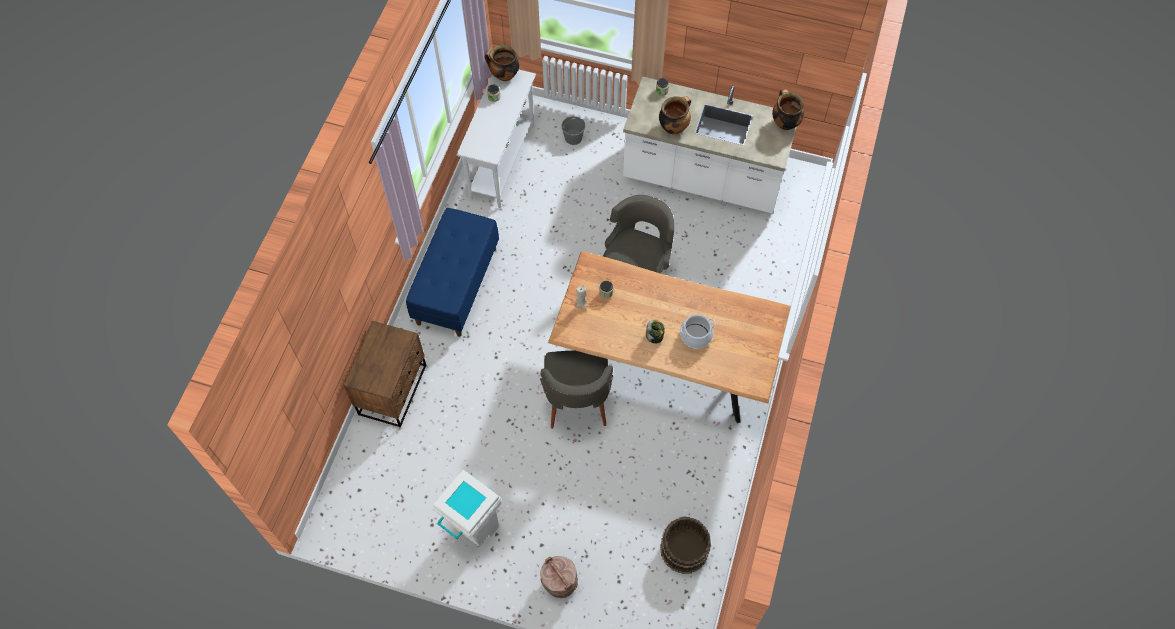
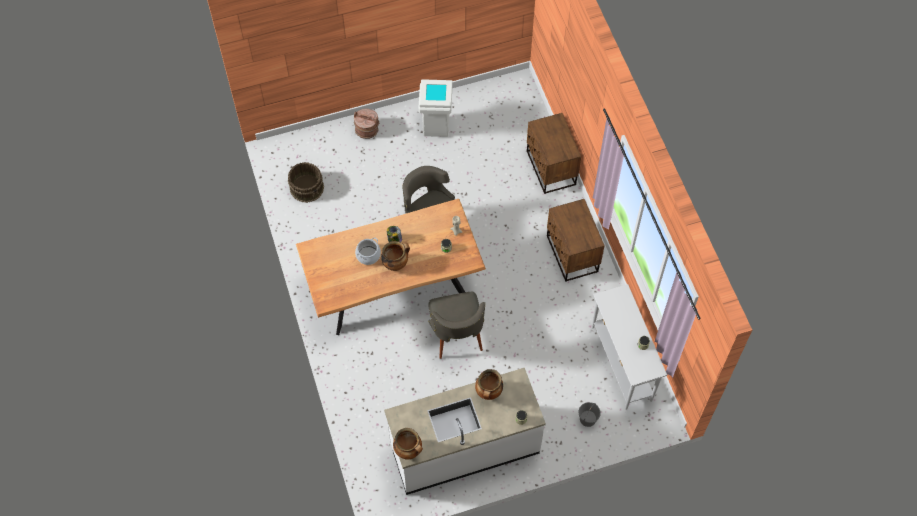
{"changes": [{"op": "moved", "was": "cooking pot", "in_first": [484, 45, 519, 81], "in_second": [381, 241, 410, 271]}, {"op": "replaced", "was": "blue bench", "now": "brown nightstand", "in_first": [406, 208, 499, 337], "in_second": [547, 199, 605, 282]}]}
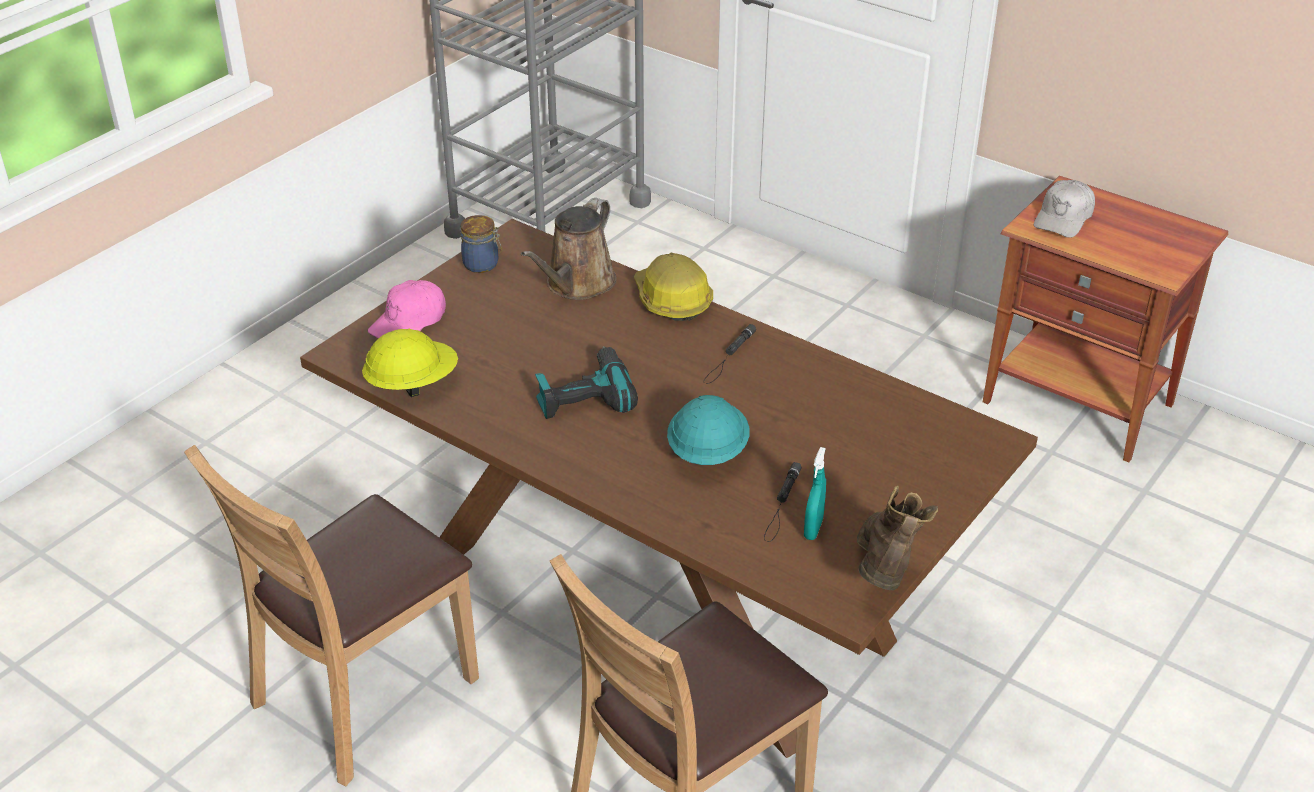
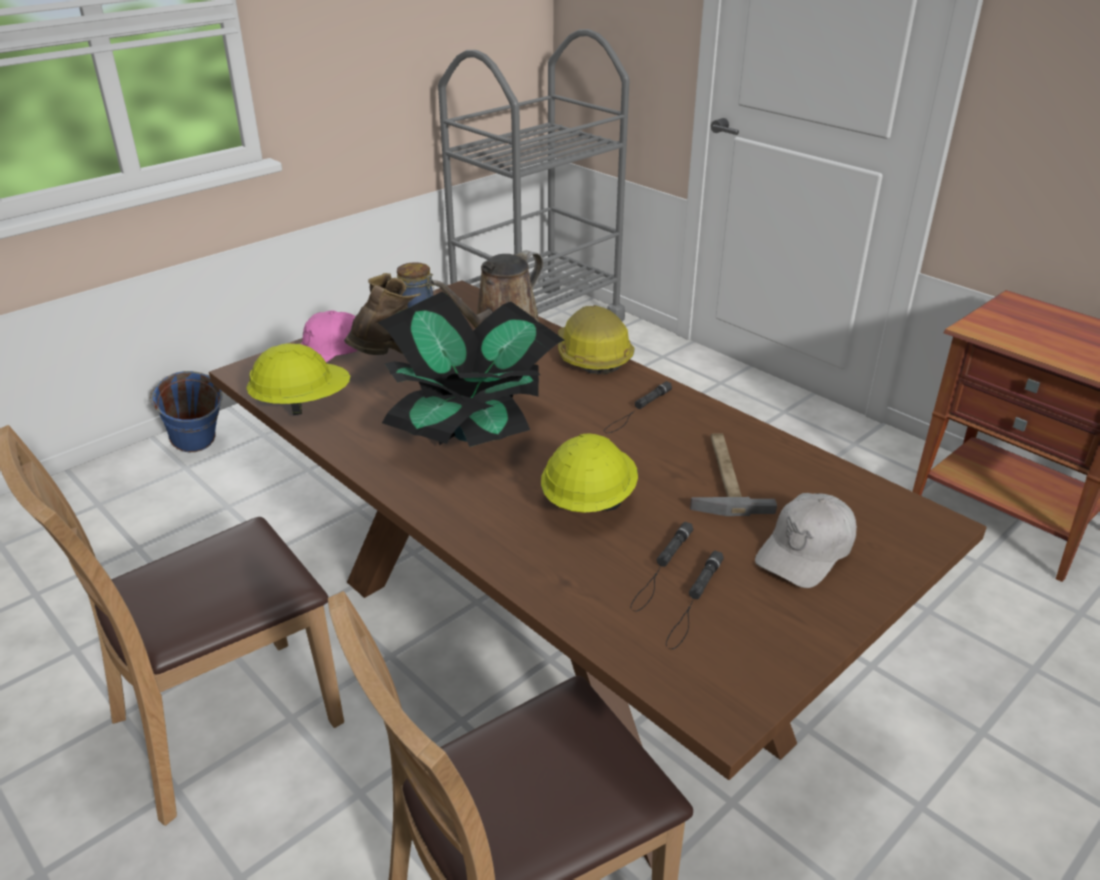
{"changes": [{"op": "added", "now": "blue bucket", "in_second": [149, 371, 223, 452]}, {"op": "added", "now": "hammer", "in_second": [690, 433, 777, 516]}, {"op": "moved", "was": "brown boot", "in_first": [857, 486, 938, 590], "in_second": [344, 273, 421, 355]}, {"op": "moved", "was": "white cap", "in_first": [1034, 180, 1095, 238], "in_second": [755, 493, 857, 588]}, {"op": "replaced", "was": "power drill", "now": "potted plant", "in_first": [535, 346, 638, 419], "in_second": [378, 291, 564, 447]}, {"op": "replaced", "was": "turquoise spray bottle", "now": "black flashlight", "in_first": [804, 447, 826, 540], "in_second": [666, 550, 724, 649]}, {"op": "recoloured", "was": "turquoise hard hat", "now": "yellow hard hat", "in_first": [667, 395, 750, 465], "in_second": [541, 433, 638, 513]}]}
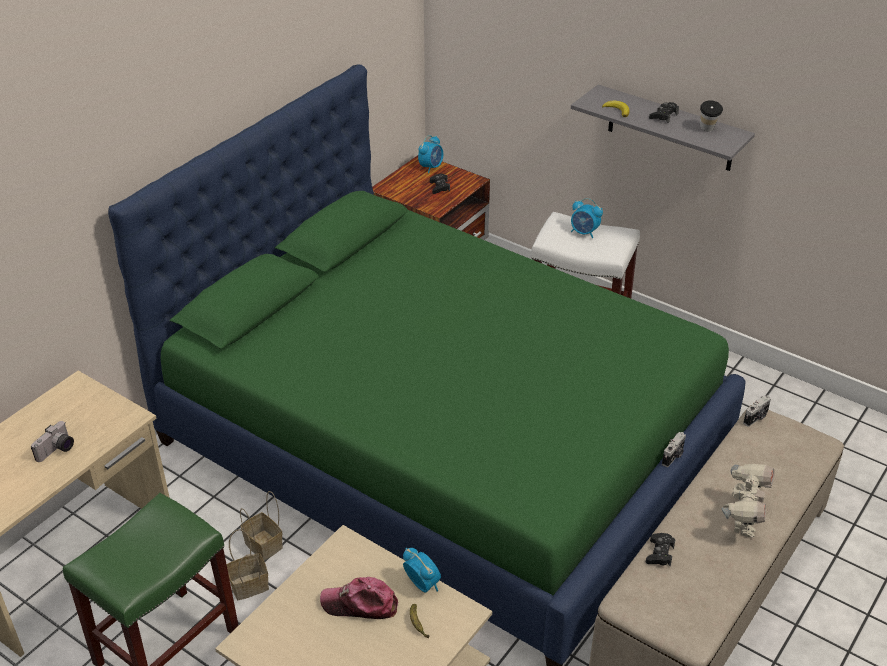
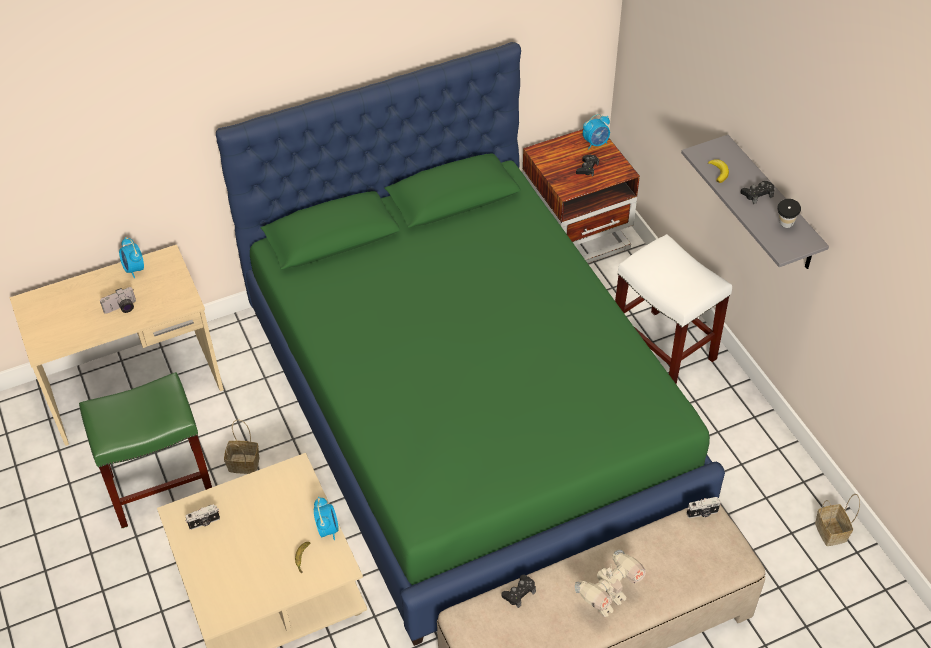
{"changes": [{"op": "removed", "was": "cap", "in_first": [320, 577, 398, 619]}, {"op": "moved", "was": "basket", "in_first": [240, 491, 283, 560], "in_second": [815, 494, 860, 546]}, {"op": "moved", "was": "alarm clock", "in_first": [571, 198, 603, 238], "in_second": [119, 237, 144, 278]}, {"op": "moved", "was": "photo camera", "in_first": [662, 432, 686, 467], "in_second": [185, 504, 220, 530]}]}
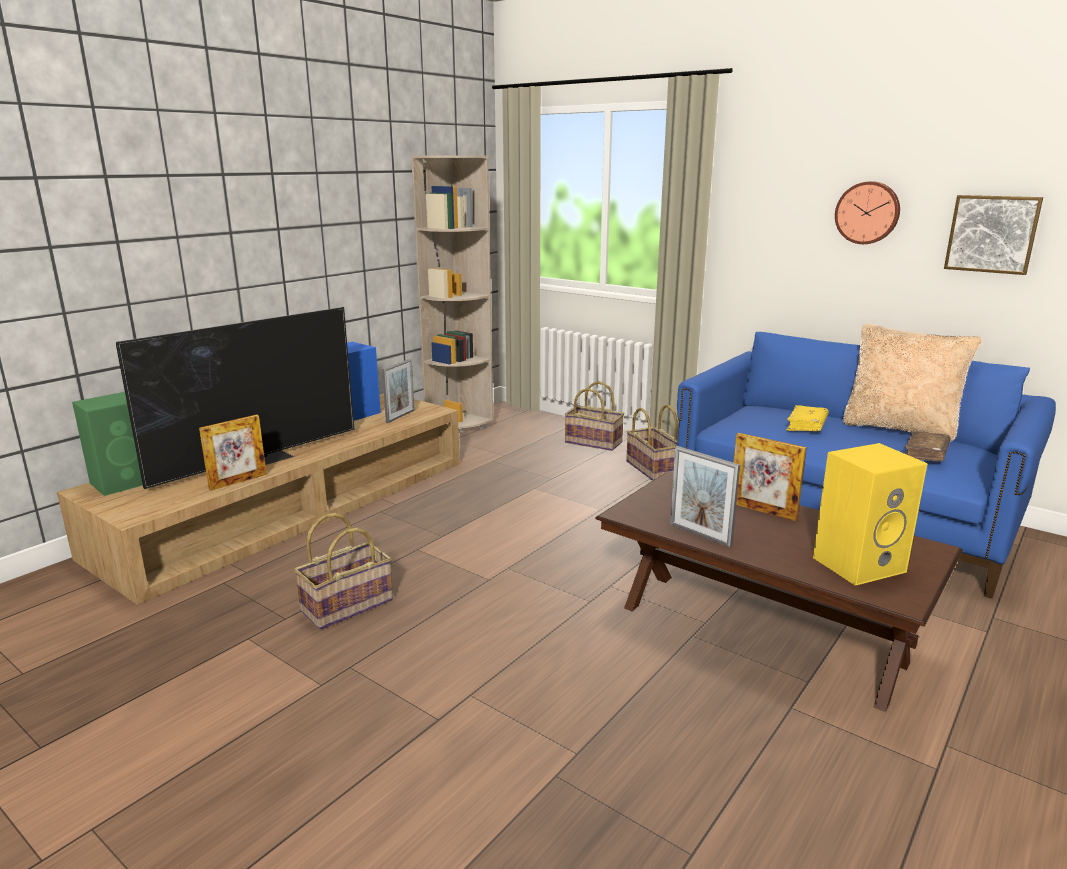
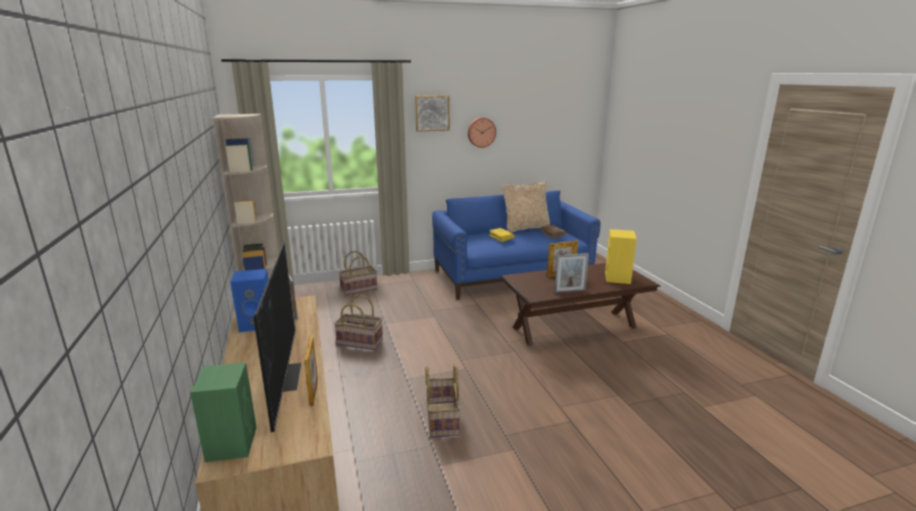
{"changes": [{"op": "moved", "was": "basket", "in_first": [626, 404, 678, 481], "in_second": [334, 294, 383, 350]}, {"op": "moved", "was": "picture", "in_first": [944, 195, 1043, 275], "in_second": [415, 95, 450, 132]}]}
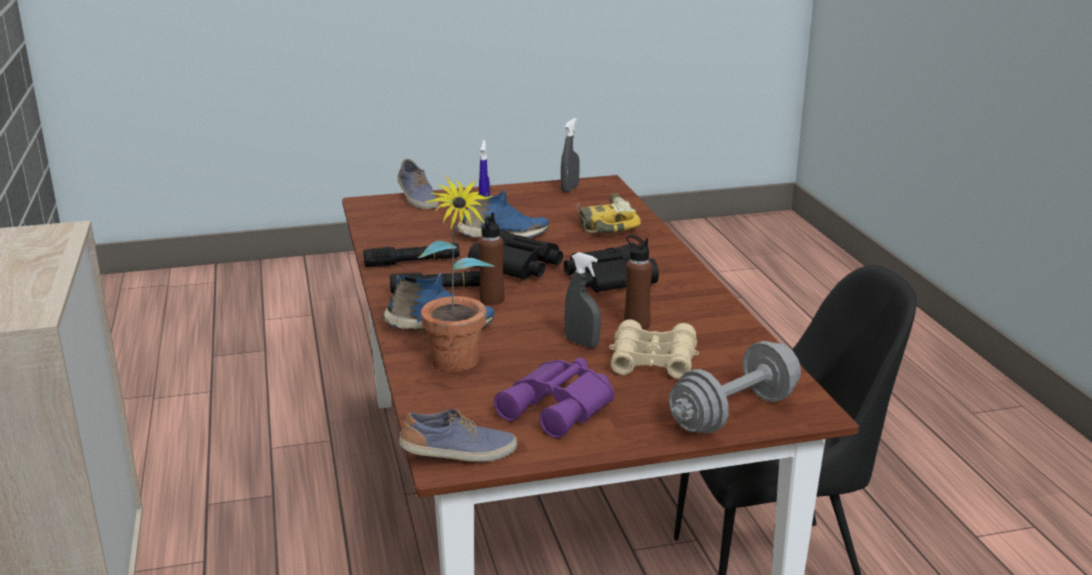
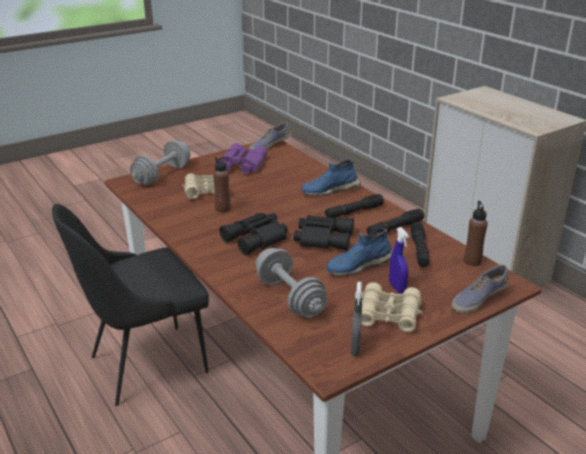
{"changes": [{"op": "removed", "was": "potted plant", "in_first": [417, 175, 494, 372]}, {"op": "removed", "was": "grey spray bottle", "in_first": [564, 252, 601, 348]}, {"op": "added", "now": "beige binoculars", "in_second": [362, 282, 422, 332]}, {"op": "added", "now": "black flashlight", "in_second": [411, 222, 429, 268]}, {"op": "moved", "was": "brown bottle", "in_first": [478, 212, 505, 305], "in_second": [464, 201, 488, 266]}, {"op": "replaced", "was": "power drill", "now": "grey dumbbell", "in_first": [576, 193, 641, 233], "in_second": [256, 248, 328, 318]}, {"op": "turned", "was": "shoe", "in_first": [397, 159, 439, 209], "in_second": [452, 264, 509, 313], "clockwise": -75}]}
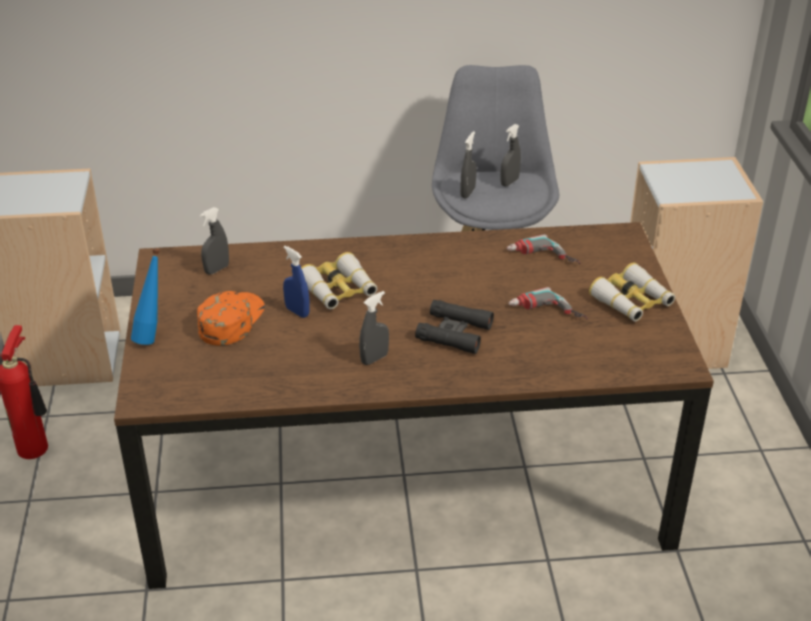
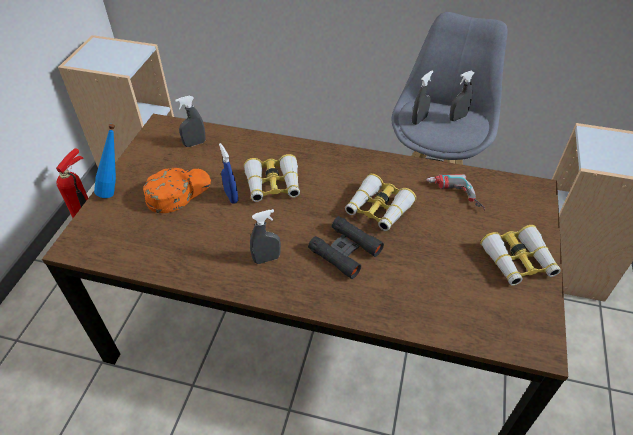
{"changes": [{"op": "removed", "was": "power drill", "in_first": [508, 287, 588, 319]}, {"op": "added", "now": "binoculars", "in_second": [345, 174, 416, 231]}]}
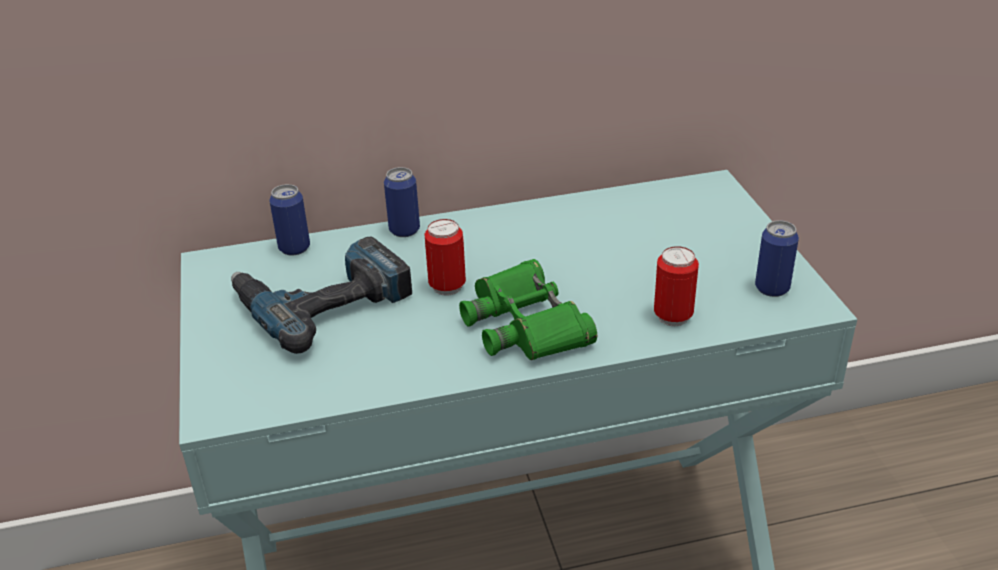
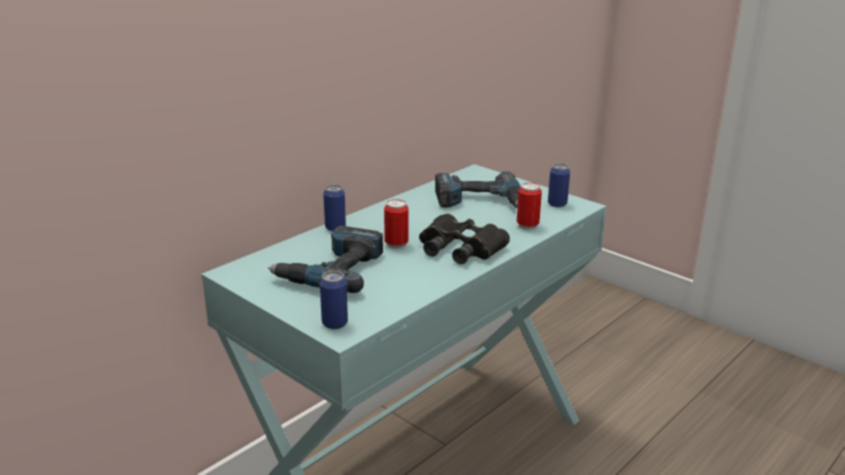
{"changes": [{"op": "added", "now": "power drill", "in_second": [435, 171, 521, 208]}, {"op": "moved", "was": "can", "in_first": [269, 184, 310, 255], "in_second": [320, 271, 348, 329]}, {"op": "recoloured", "was": "green binoculars", "now": "black binoculars", "in_first": [459, 259, 597, 360], "in_second": [419, 214, 510, 264]}]}
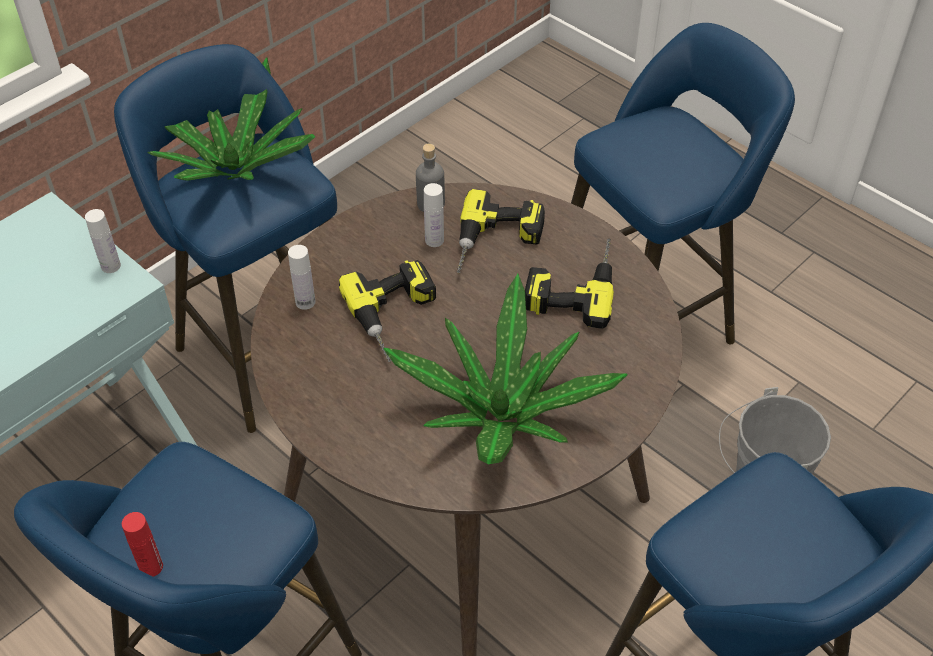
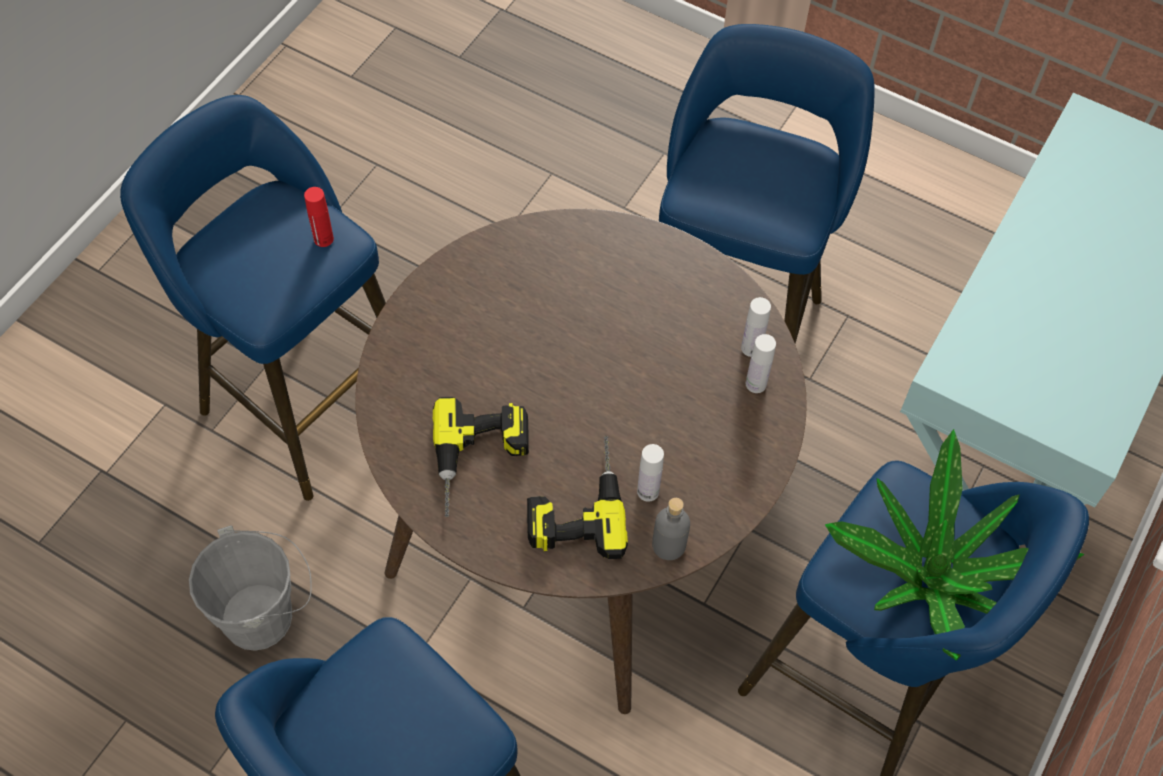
{"changes": [{"op": "removed", "was": "power drill", "in_first": [339, 260, 436, 362]}, {"op": "removed", "was": "potted plant", "in_first": [383, 274, 628, 464]}, {"op": "moved", "was": "white bottle", "in_first": [85, 209, 121, 273], "in_second": [741, 297, 771, 357]}, {"op": "moved", "was": "red bottle", "in_first": [122, 512, 163, 577], "in_second": [304, 187, 334, 247]}]}
